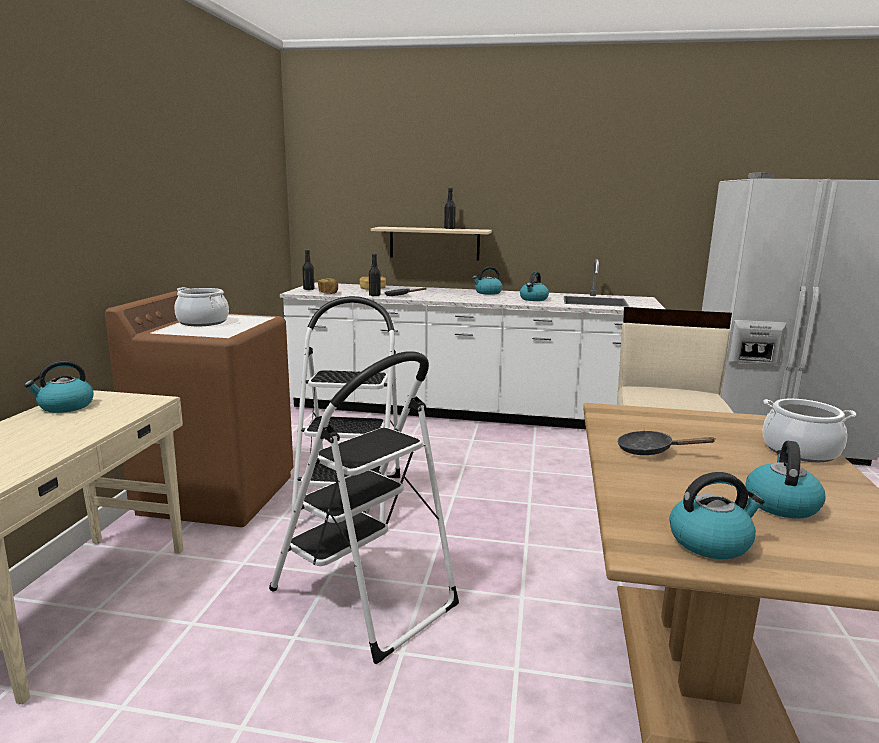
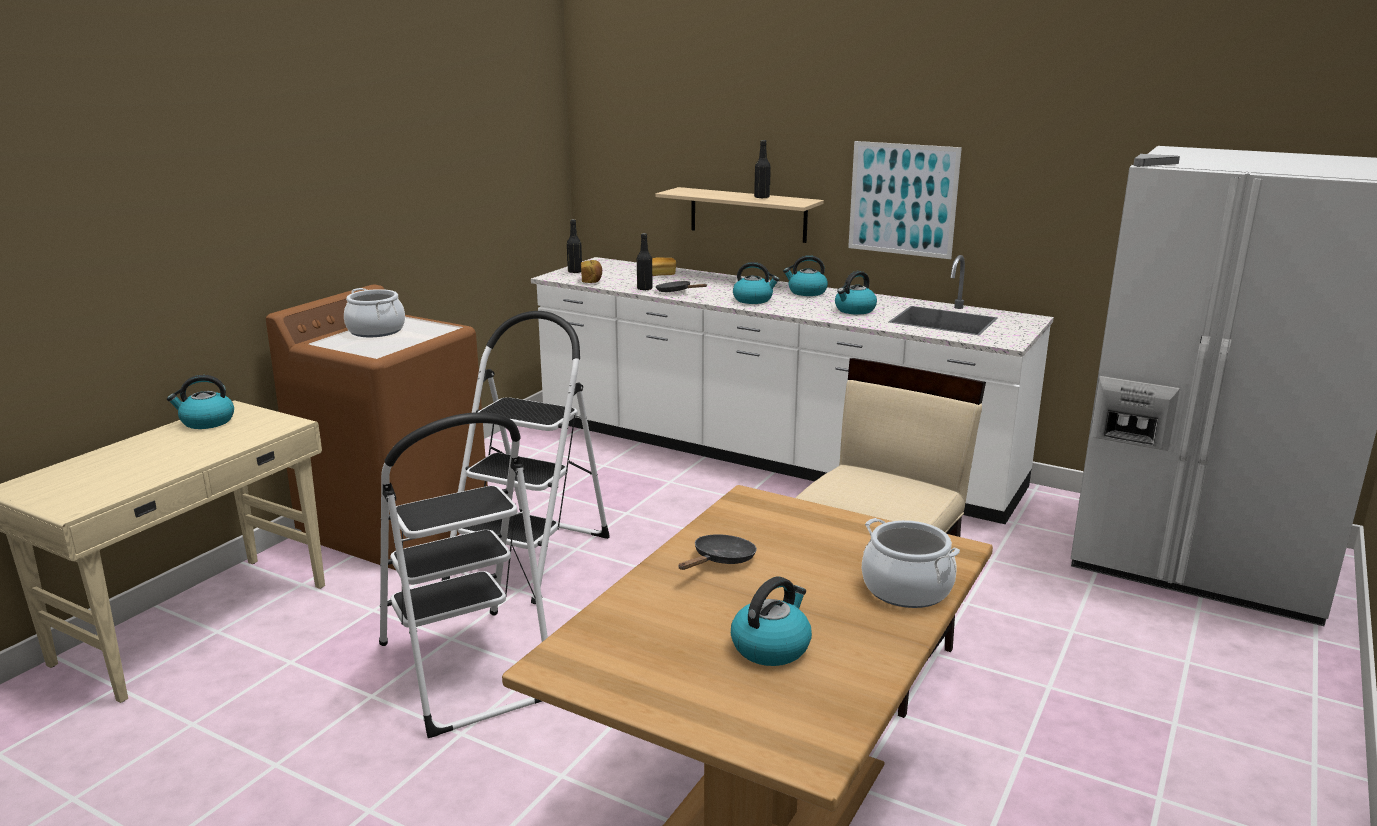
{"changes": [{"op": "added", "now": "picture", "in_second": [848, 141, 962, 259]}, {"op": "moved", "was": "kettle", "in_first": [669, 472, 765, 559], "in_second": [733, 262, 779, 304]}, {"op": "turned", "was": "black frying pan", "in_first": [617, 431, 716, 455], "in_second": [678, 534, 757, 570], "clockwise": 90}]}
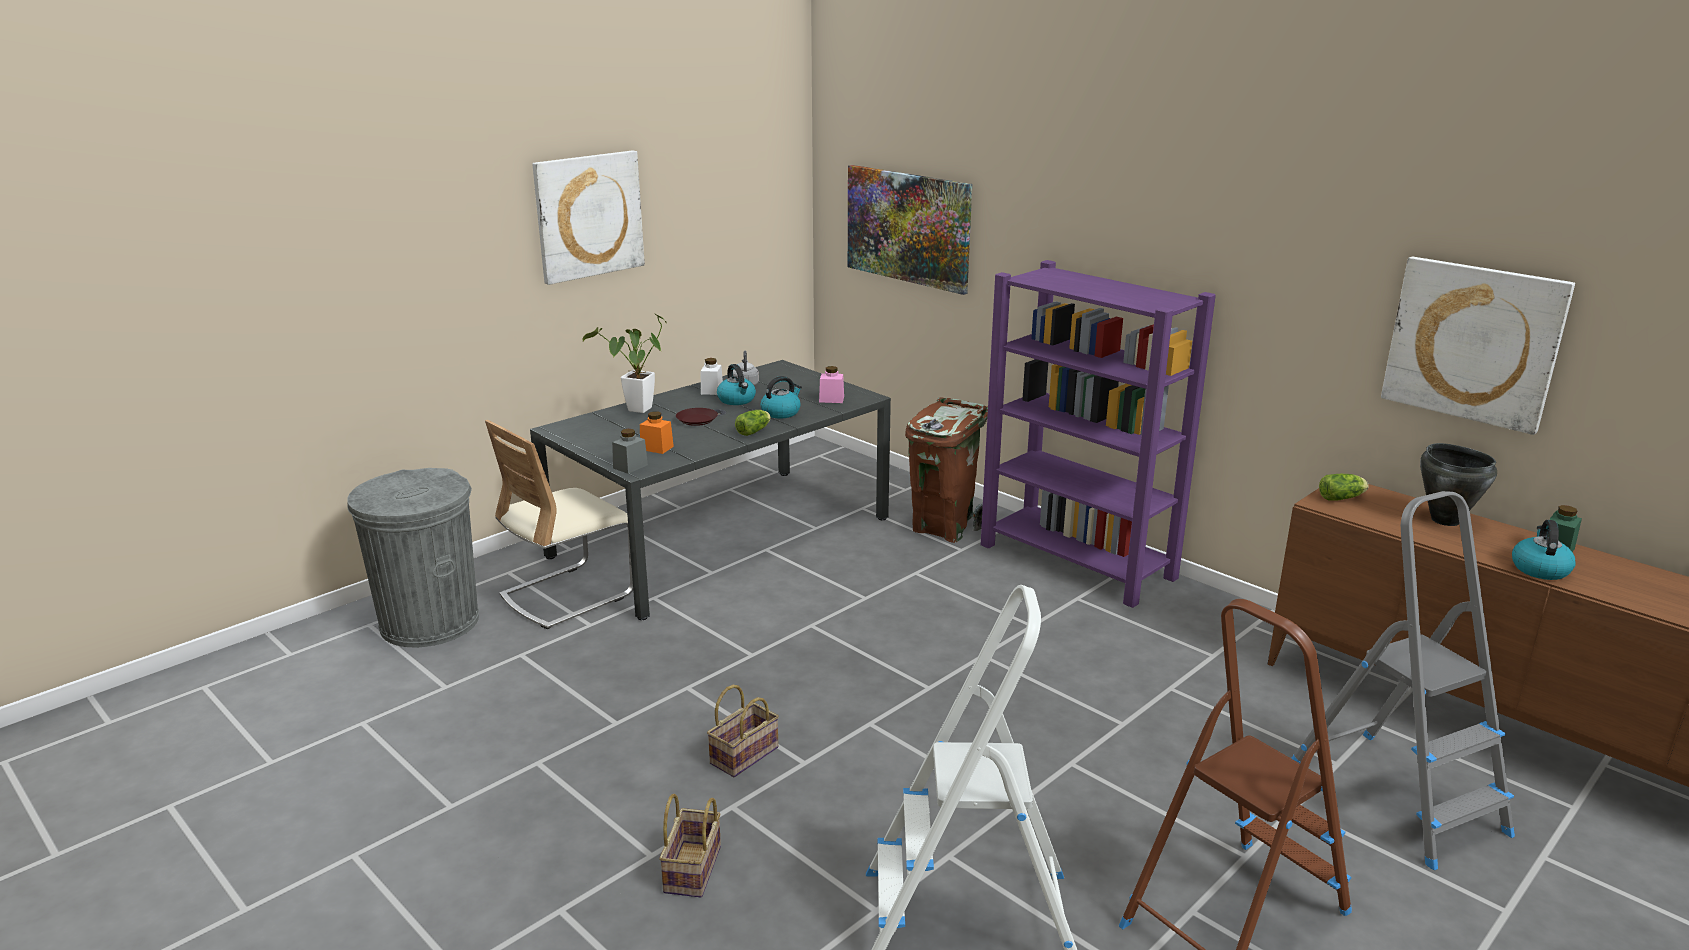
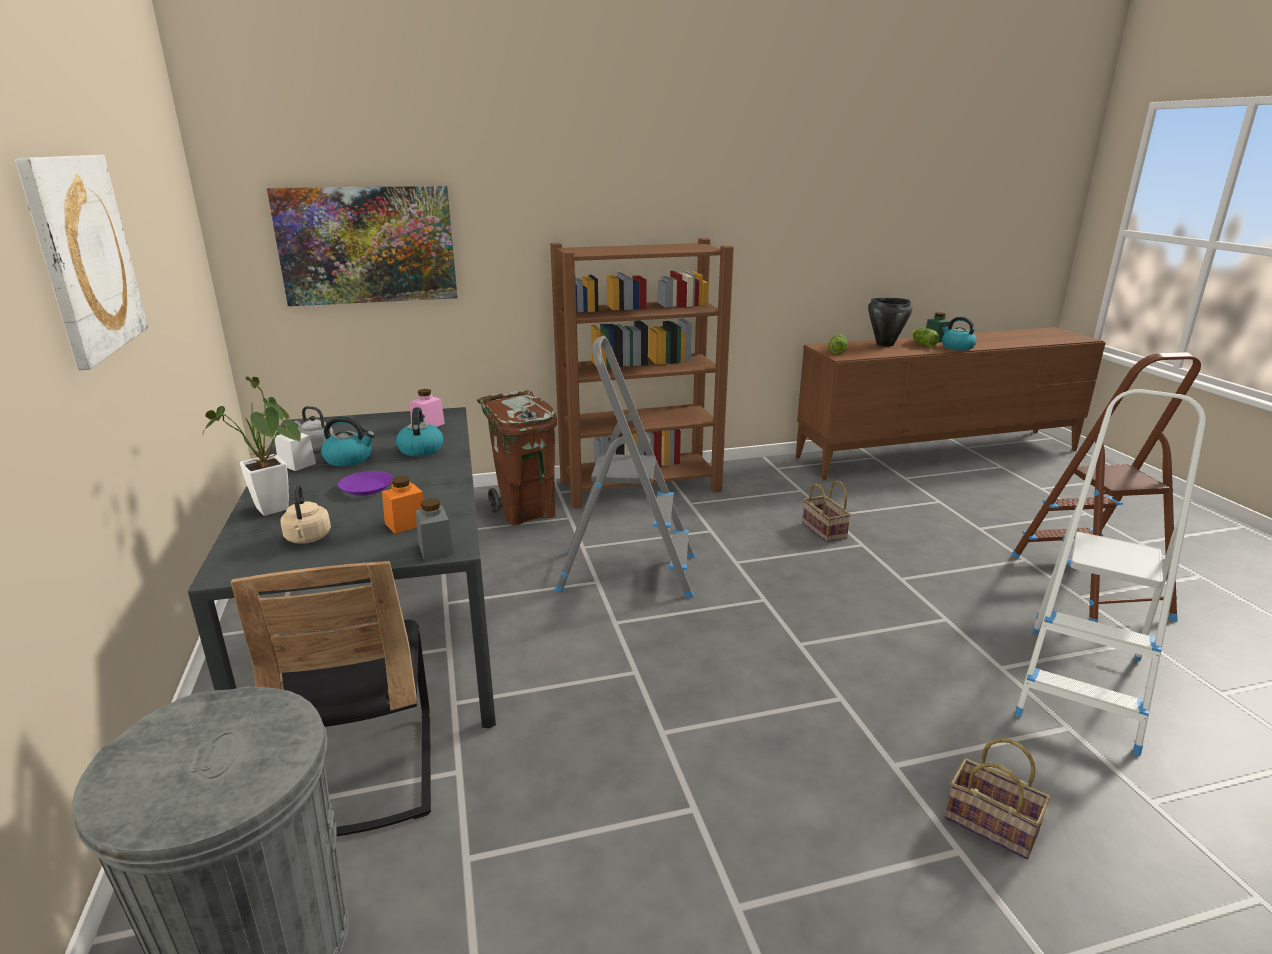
{"changes": [{"op": "removed", "was": "picture", "in_first": [1381, 257, 1575, 435]}, {"op": "added", "now": "beige kettle", "in_second": [280, 484, 331, 544]}, {"op": "moved", "was": "basket", "in_first": [707, 685, 779, 777], "in_second": [802, 480, 851, 542]}, {"op": "moved", "was": "lettuce", "in_first": [735, 410, 771, 436], "in_second": [911, 328, 939, 347]}, {"op": "moved", "was": "grey step ladder", "in_first": [1291, 491, 1515, 870], "in_second": [554, 336, 695, 598]}, {"op": "recoloured", "was": "beige chair", "now": "black chair", "in_first": [485, 420, 633, 630], "in_second": [231, 561, 431, 836]}, {"op": "recoloured", "was": "brown plate", "now": "purple plate", "in_first": [676, 408, 718, 426], "in_second": [338, 471, 393, 496]}, {"op": "recoloured", "was": "purple bookcase", "now": "brown bookcase", "in_first": [981, 260, 1216, 608], "in_second": [550, 238, 734, 509]}]}
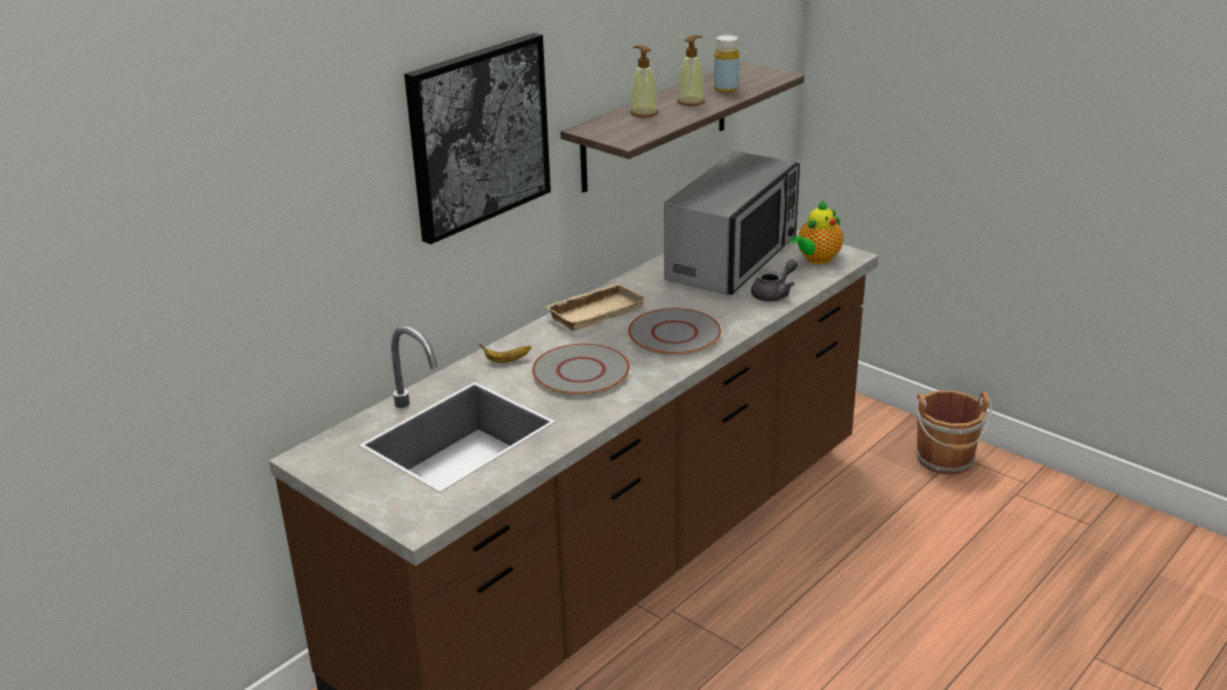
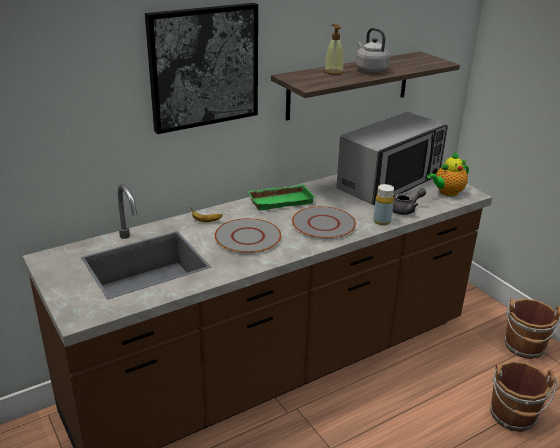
{"changes": [{"op": "added", "now": "brown bucket", "in_second": [490, 361, 557, 432]}, {"op": "moved", "was": "yellow bottle", "in_first": [714, 35, 739, 93], "in_second": [373, 184, 394, 225]}, {"op": "replaced", "was": "soap dispenser", "now": "grey kettle", "in_first": [677, 35, 705, 106], "in_second": [356, 28, 390, 73]}, {"op": "recoloured", "was": "beige tray", "now": "green tray", "in_first": [545, 283, 646, 331], "in_second": [247, 185, 315, 211]}]}
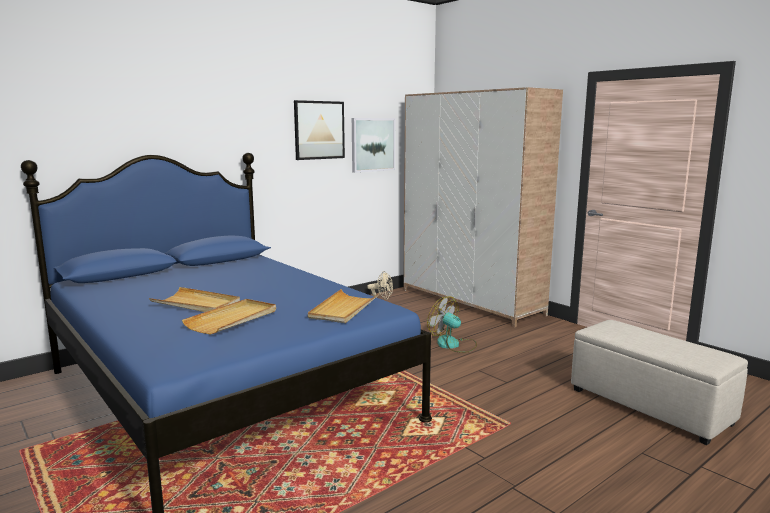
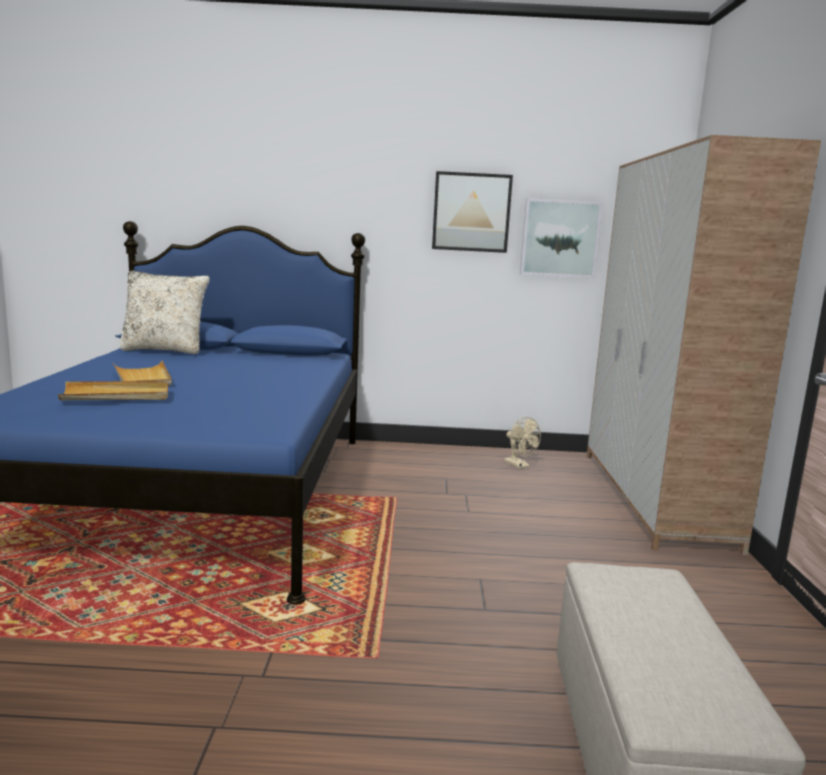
{"changes": [{"op": "removed", "was": "beige tray", "in_first": [308, 289, 380, 323]}, {"op": "removed", "was": "fan", "in_first": [427, 296, 477, 353]}, {"op": "added", "now": "beige pillow", "in_second": [120, 270, 210, 354]}]}
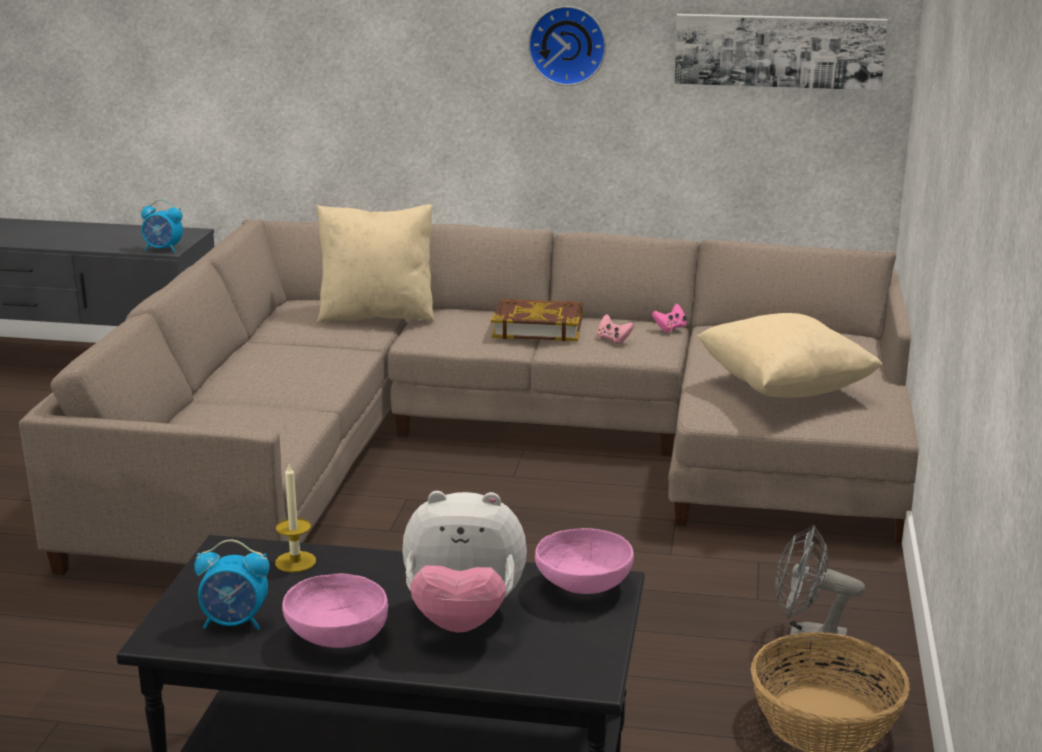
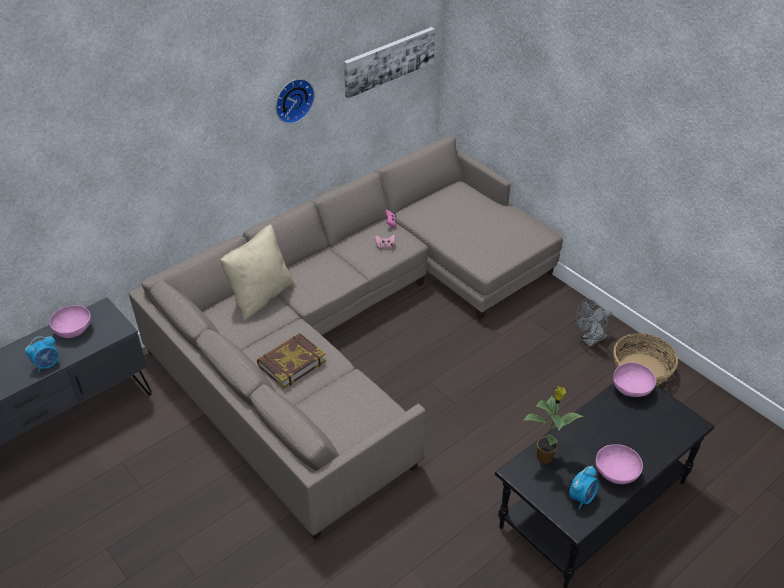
{"changes": [{"op": "removed", "was": "plush toy", "in_first": [403, 491, 527, 633]}, {"op": "removed", "was": "beige pillow", "in_first": [697, 313, 883, 398]}, {"op": "added", "now": "pink bowl", "in_second": [50, 305, 91, 338]}, {"op": "moved", "was": "alarm clock", "in_first": [141, 199, 183, 253], "in_second": [25, 336, 60, 373]}, {"op": "moved", "was": "book", "in_first": [491, 298, 583, 341], "in_second": [257, 333, 326, 389]}, {"op": "replaced", "was": "candle", "now": "potted plant", "in_first": [275, 464, 316, 572], "in_second": [524, 386, 583, 464]}]}
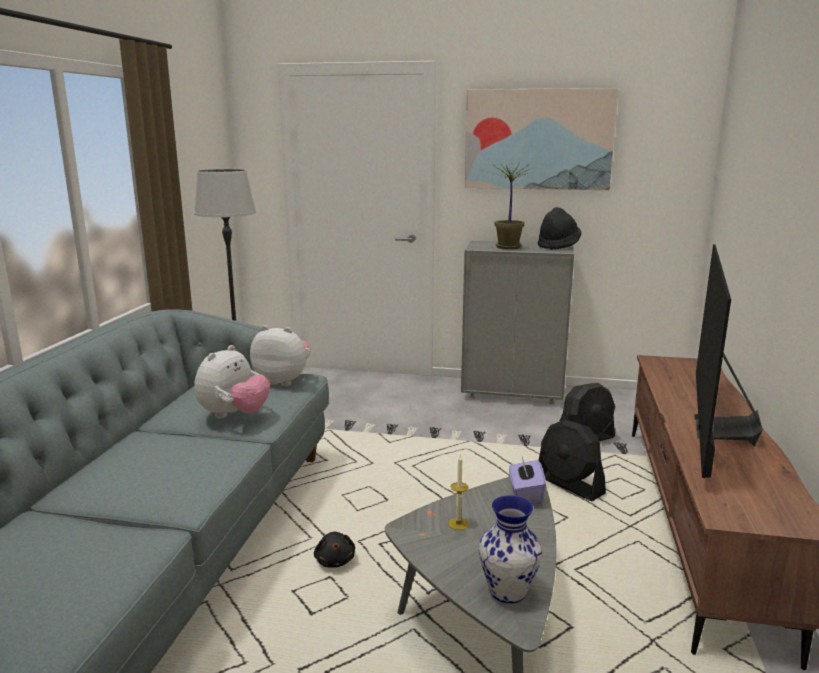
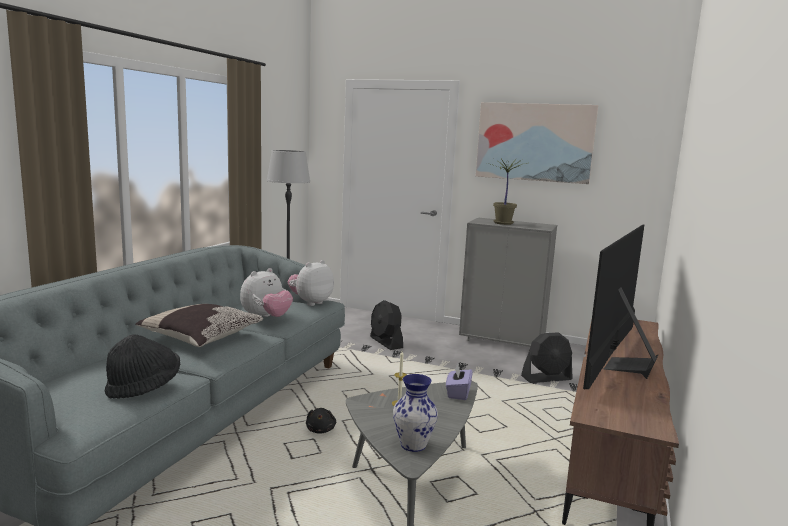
{"changes": [{"op": "added", "now": "pillow", "in_second": [135, 304, 263, 347]}, {"op": "moved", "was": "black hat", "in_first": [538, 207, 582, 250], "in_second": [104, 334, 180, 399]}, {"op": "moved", "was": "black fan", "in_first": [538, 420, 606, 502], "in_second": [370, 300, 403, 350]}, {"op": "turned", "was": "plush toy", "in_first": [250, 325, 310, 386], "in_second": [288, 260, 334, 306], "clockwise": -75}]}
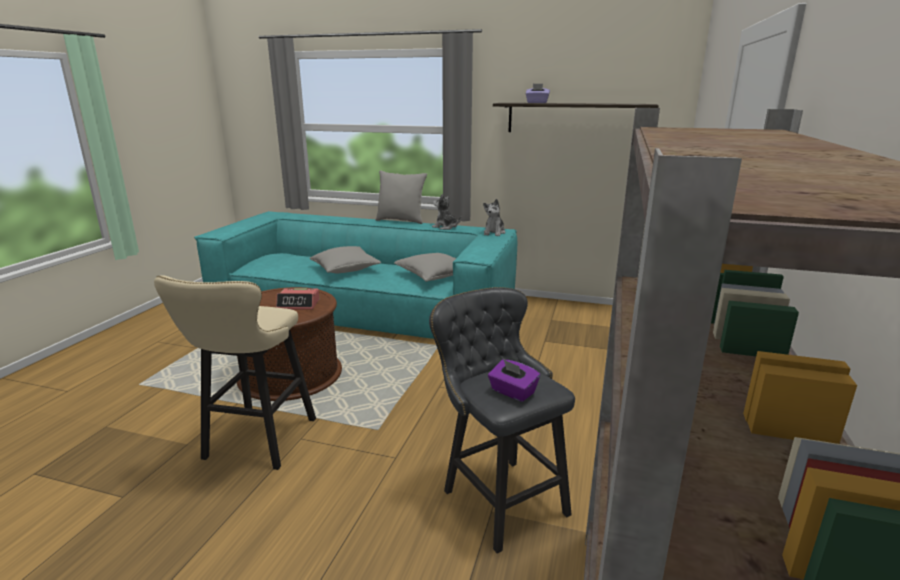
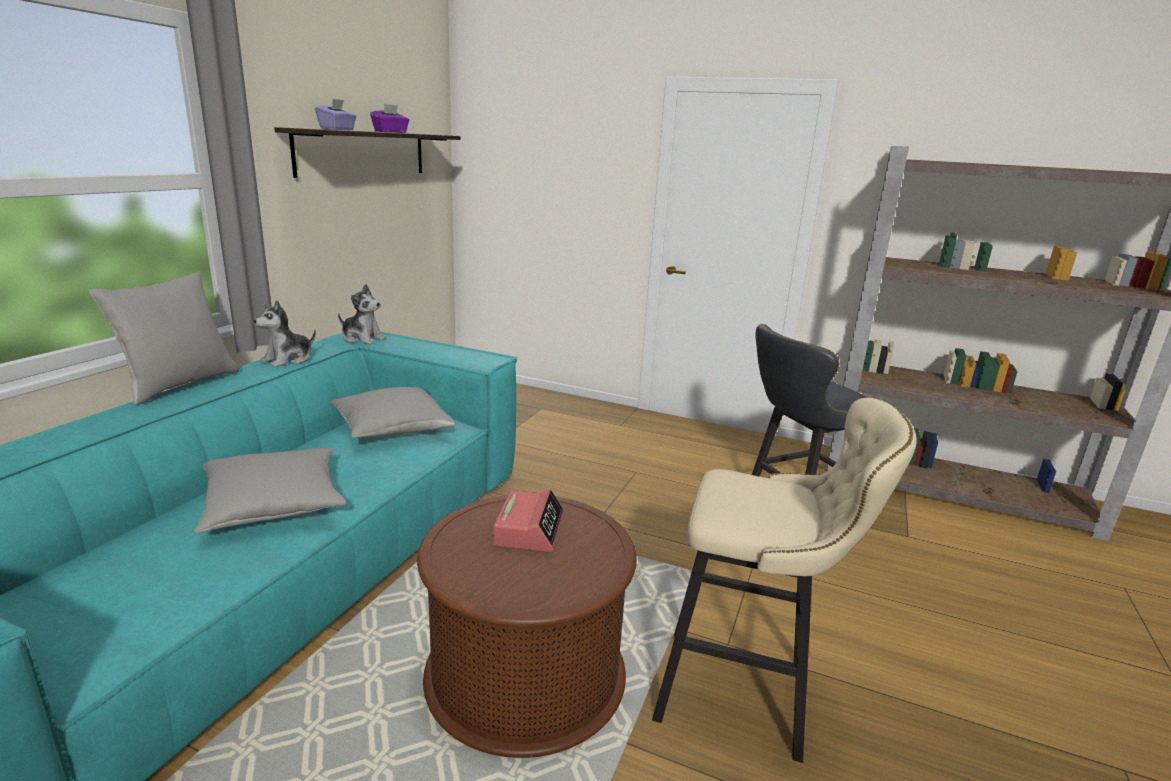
{"changes": [{"op": "moved", "was": "purple tissue box", "in_first": [488, 360, 540, 402], "in_second": [370, 104, 409, 133]}]}
